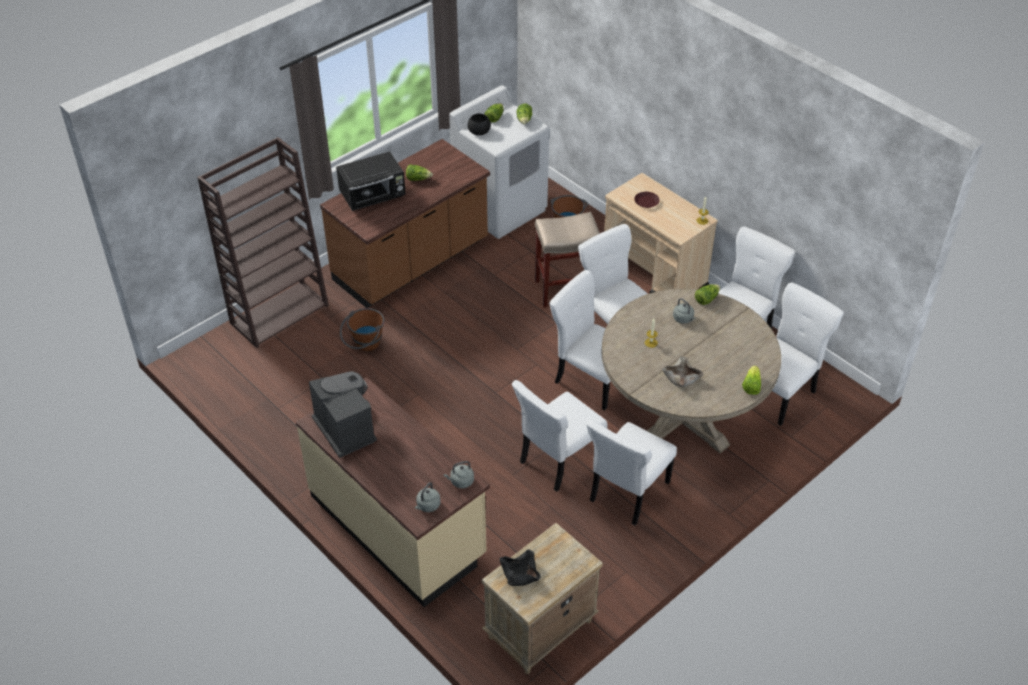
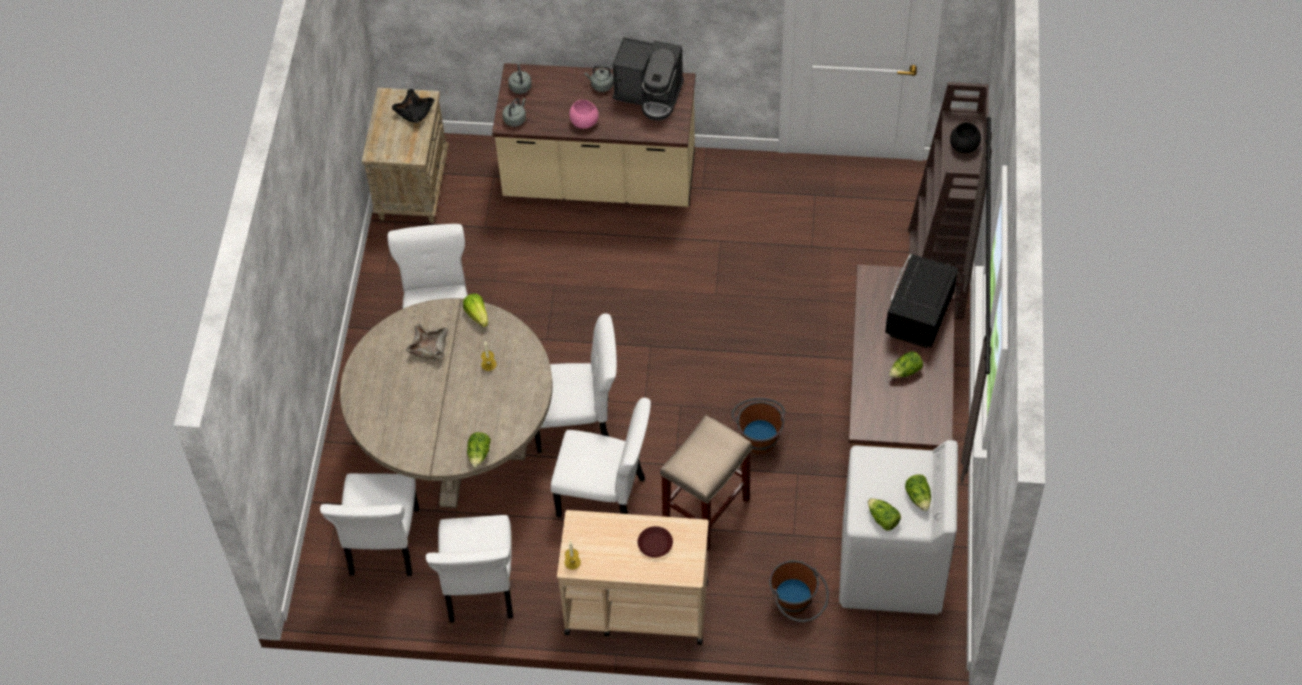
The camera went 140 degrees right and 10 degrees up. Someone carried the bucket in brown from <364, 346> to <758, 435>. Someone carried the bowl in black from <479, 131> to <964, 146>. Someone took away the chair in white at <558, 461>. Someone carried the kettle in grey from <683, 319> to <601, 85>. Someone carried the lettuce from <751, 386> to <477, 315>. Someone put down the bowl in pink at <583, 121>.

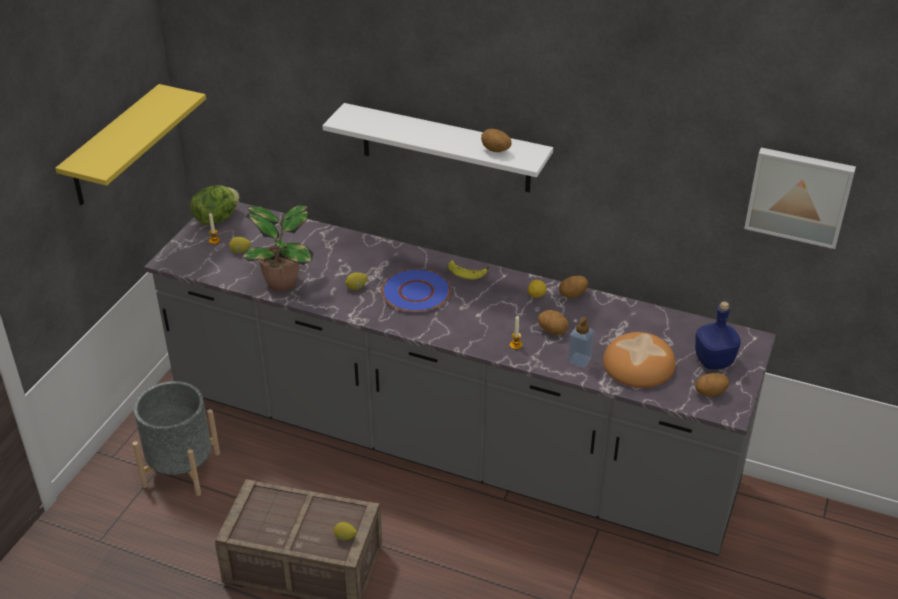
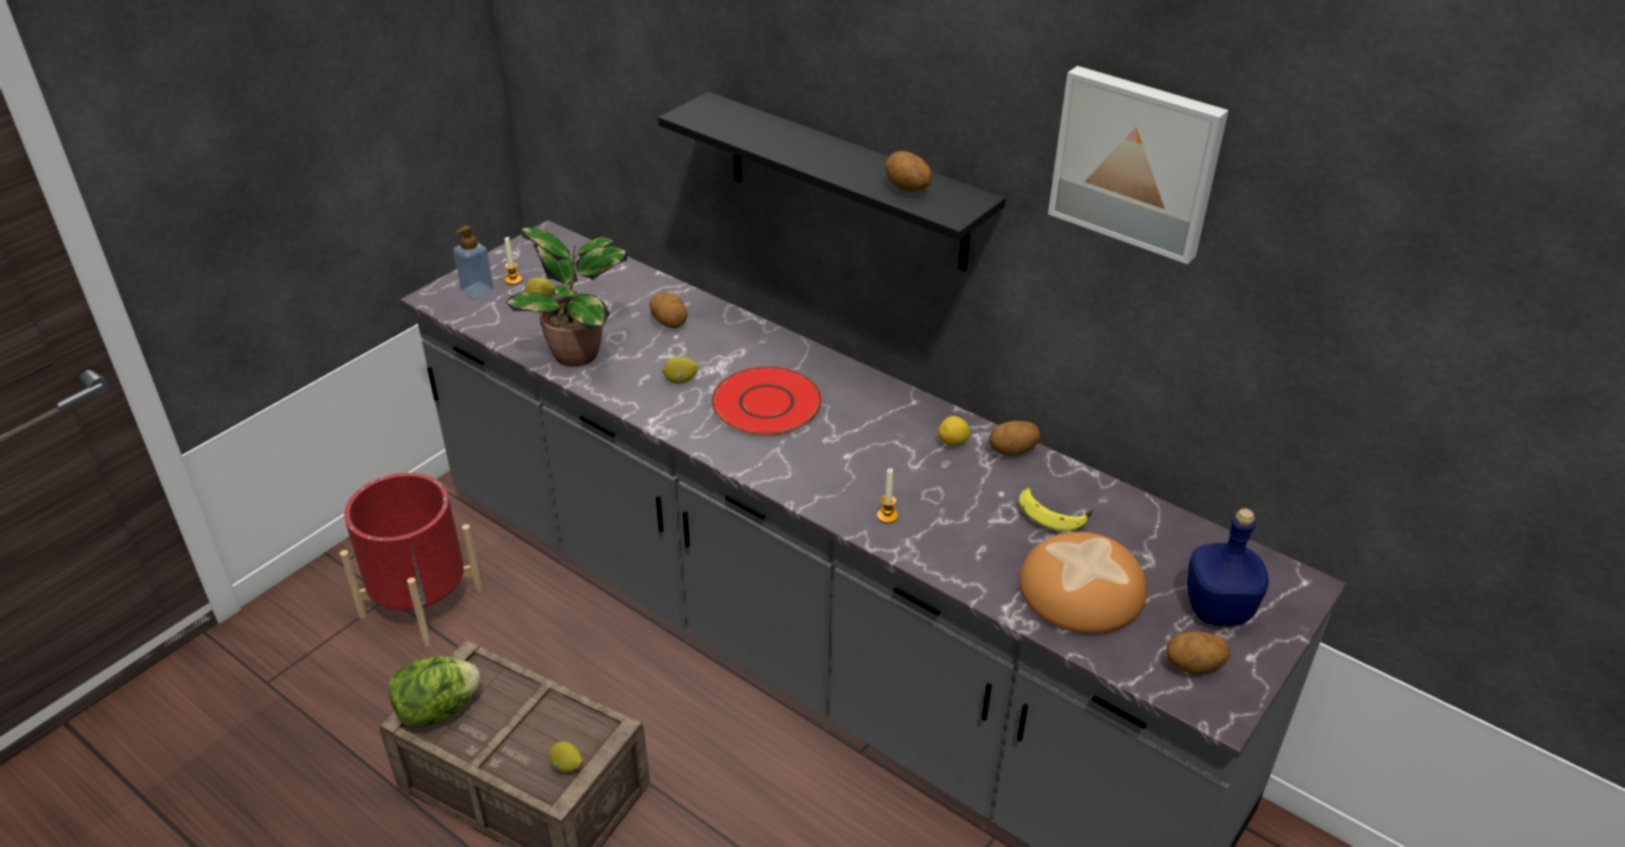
The camera went 15 degrees right and 0 degrees up. Someone took away the shelf in yellow at <114, 147>. Someone repainted the planter in grey at <181, 469>, which became the planter in red at <421, 602>. Someone carried the lettuce from <217, 219> to <437, 710>. Someone repainted the shelf in white at <445, 148>, which became the shelf in black at <846, 182>. Someone repainted the plate in blue at <416, 292>, which became the plate in red at <766, 403>. Someone carried the banana from <468, 271> to <1053, 513>. Someone carried the potato from <552, 331> to <670, 323>. Someone carried the soap dispenser from <579, 360> to <477, 290>. Someone carried the picture from <799, 195> to <1137, 161>.

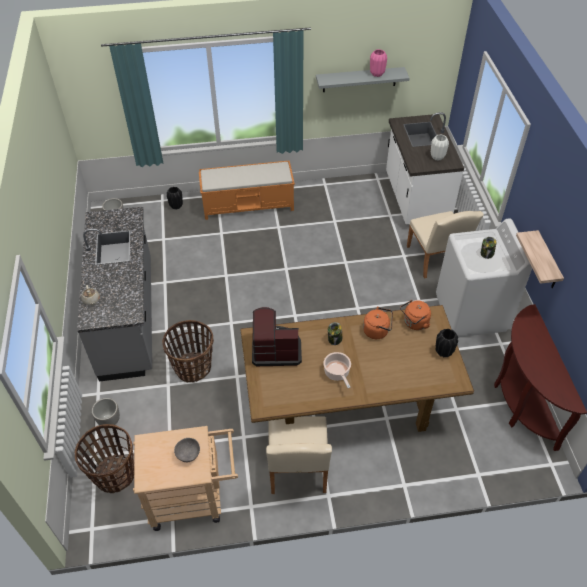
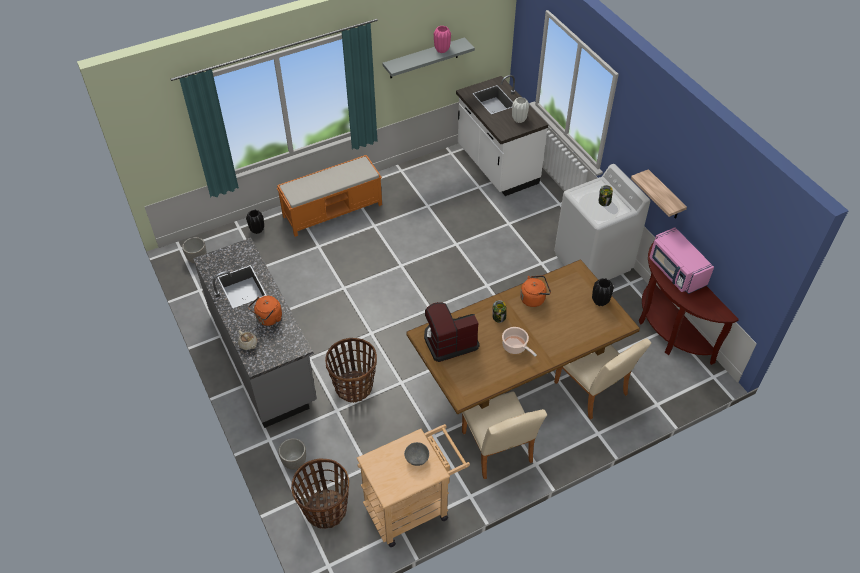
The camera went 20 degrees left and 0 degrees up. Someone carried the kettle in orange from <414, 323> to <268, 319>. Someone carried the chair in beige from <436, 260> to <594, 391>. Someone put down the microwave in pink at <676, 272>.

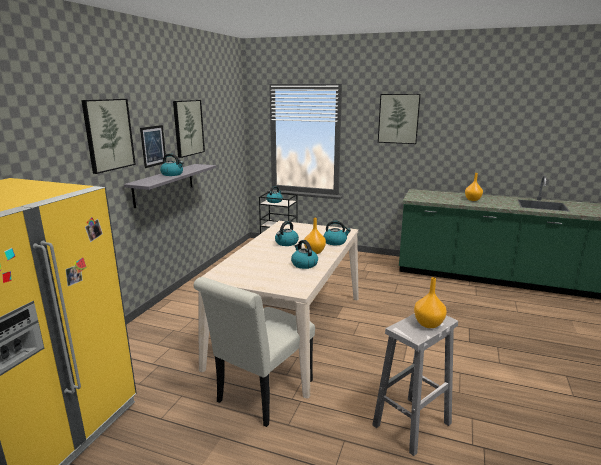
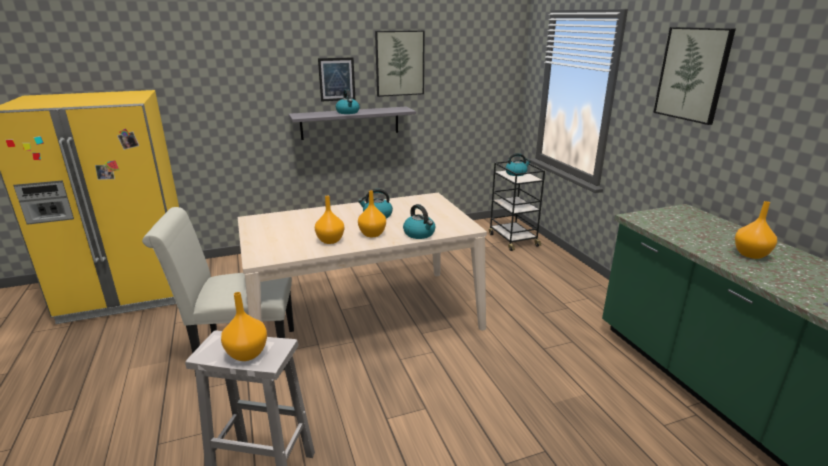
The camera went 50 degrees right and 5 degrees up. Someone took away the picture at <108, 134>. Someone swapped the kettle at <304, 264> for the vase in orange at <329, 241>.

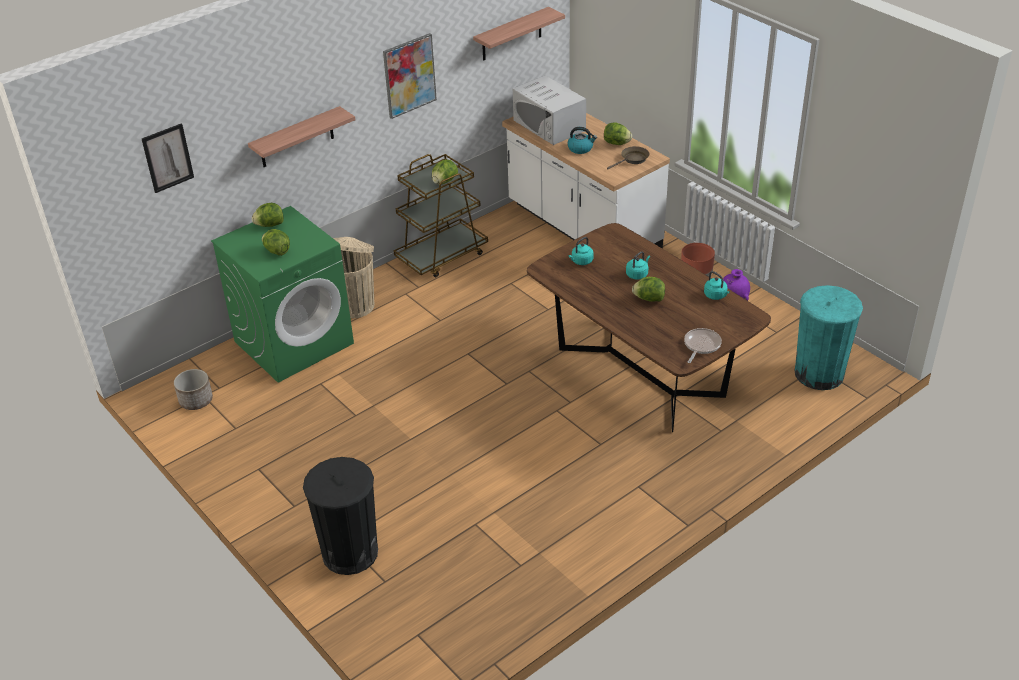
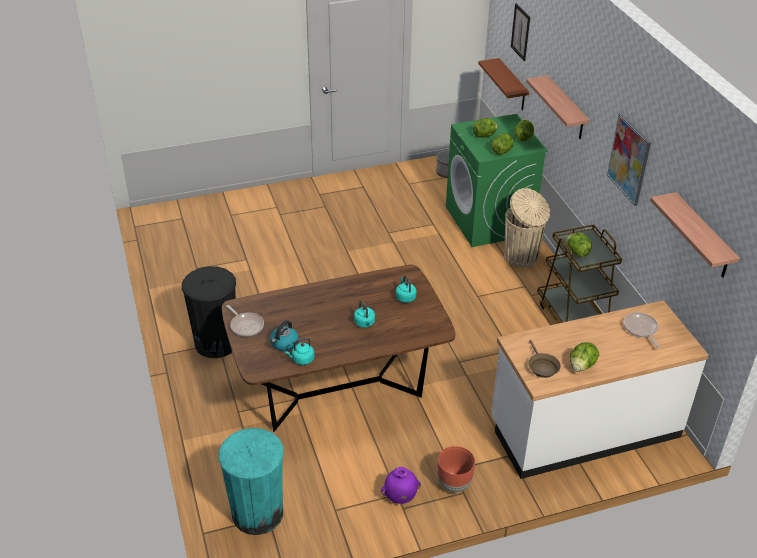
The camera went 110 degrees right and 0 degrees up. Someone carried the trash can in black from <350, 553> to <216, 343>. Someone swapped the microwave in white at <549, 125> for the frying pan at <641, 329>. Someone carried the kettle from <581, 148> to <284, 343>. Someone carried the lettuce from <649, 299> to <502, 151>. Someone put up the shelf in brown at <512, 85>.

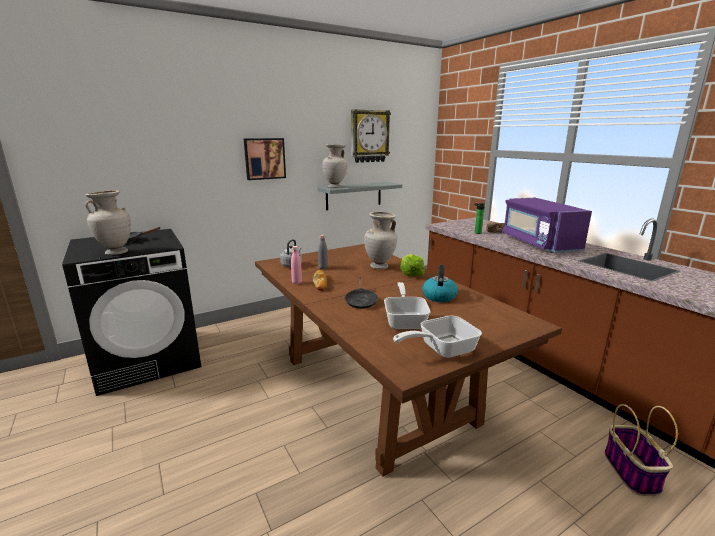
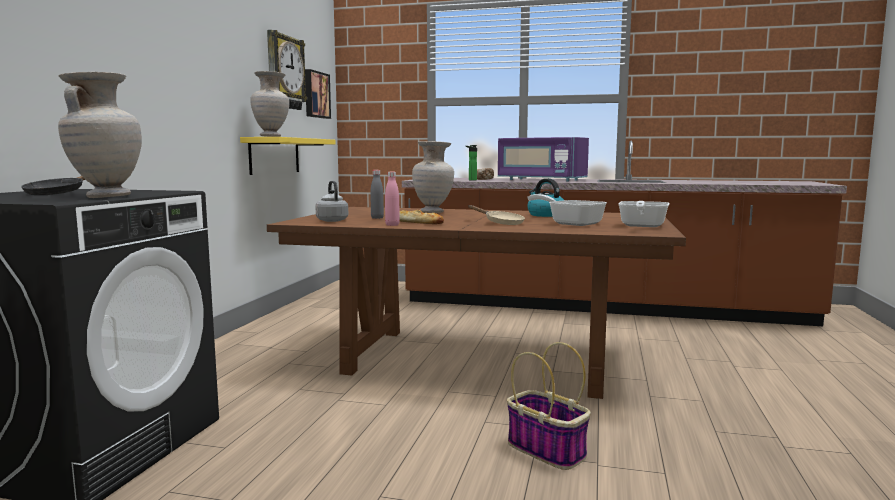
The camera went 45 degrees left and 10 degrees down. Someone carried the picture from <264, 158> to <315, 95>. Someone repainted the shelf in grey at <354, 195>, which became the shelf in yellow at <274, 156>. Someone repainted the frying pan in black at <361, 301>, which became the frying pan in beige at <500, 223>. Someone took away the lettuce at <411, 274>. Someone carried the basket from <632, 472> to <548, 450>.

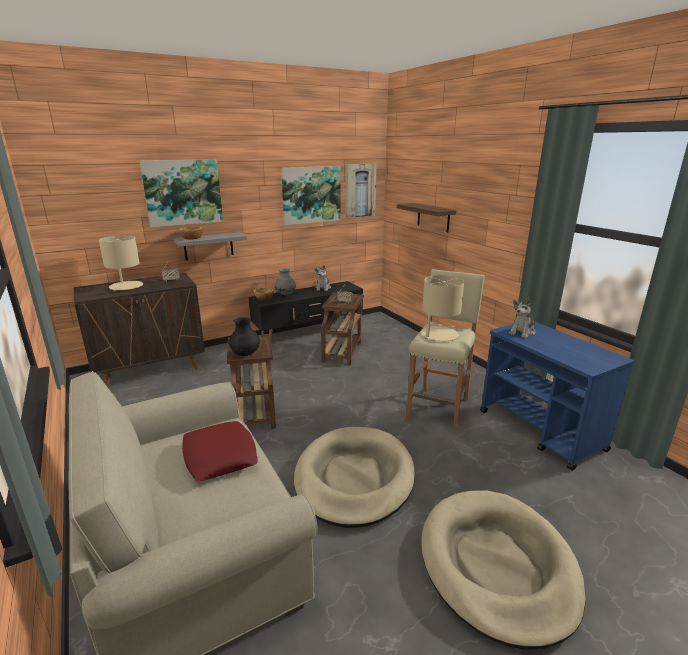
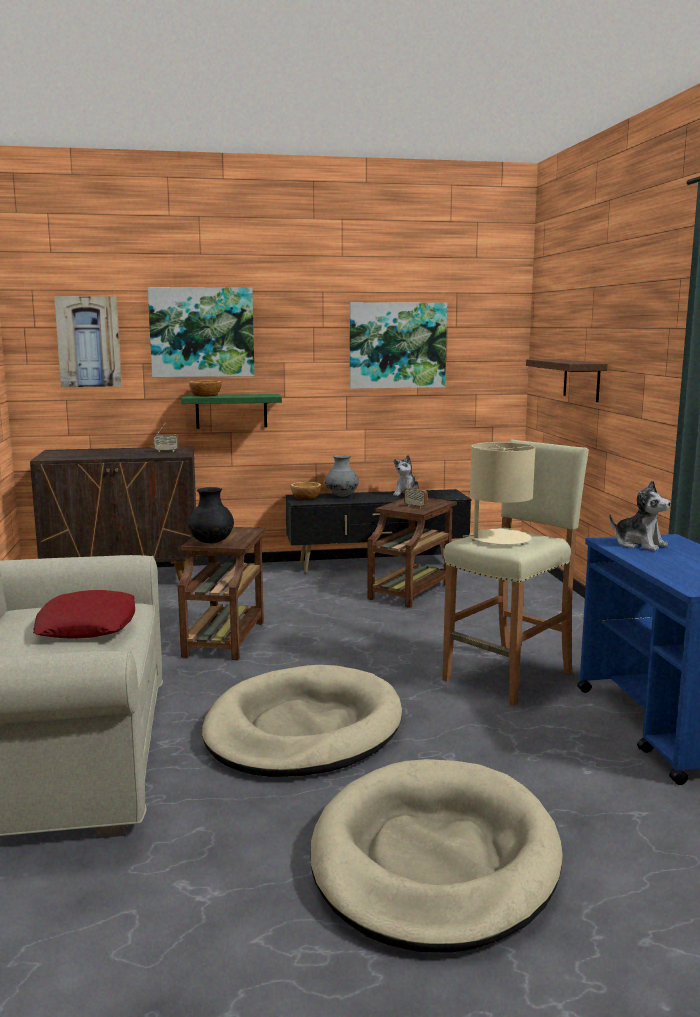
The camera went 20 degrees right and 10 degrees down. Someone took away the table lamp in beige at <126, 286>. Someone repainted the shelf in grey at <208, 246>, which became the shelf in green at <231, 411>. Someone carried the picture from <360, 190> to <89, 342>. Someone rotated the plush toy at <522, 332> by 105 degrees counterclockwise.

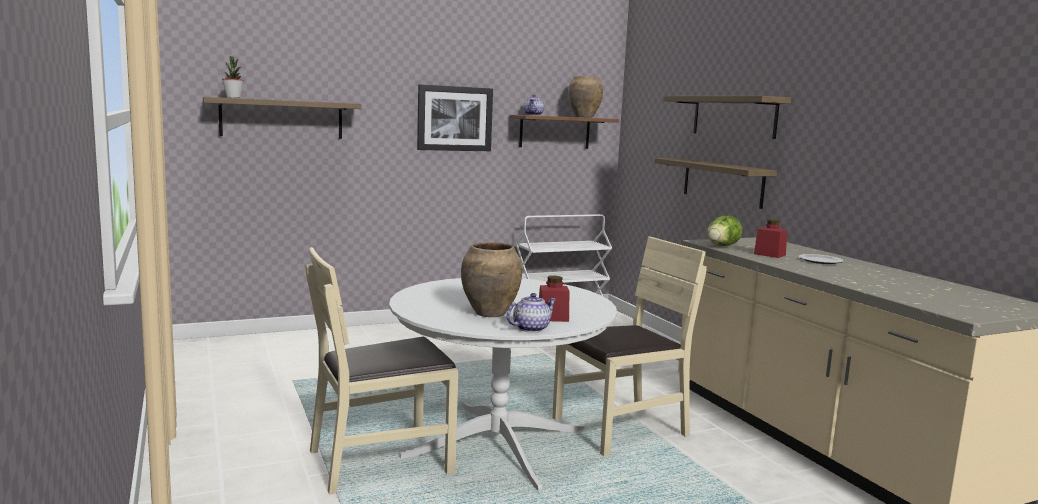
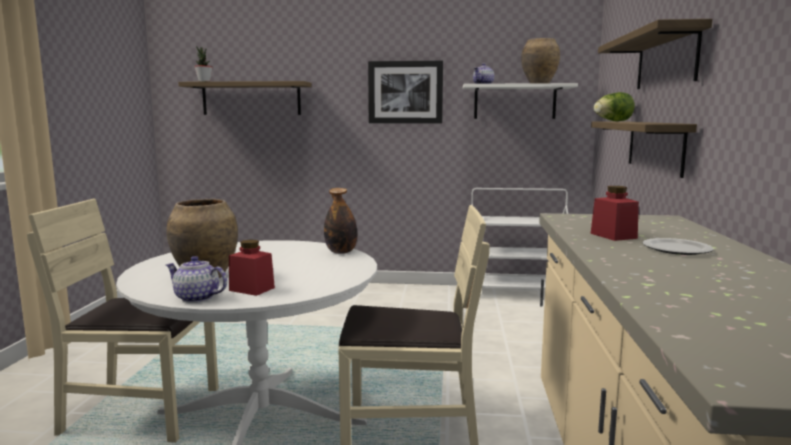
The camera went 30 degrees right and 0 degrees up. Someone rotated the teapot at <531, 328> by 150 degrees counterclockwise. Someone repainted the shelf in brown at <554, 132>, which became the shelf in white at <514, 102>. Someone carried the lettuce from <721, 246> to <612, 121>. Someone put down the bottle at <341, 252>.

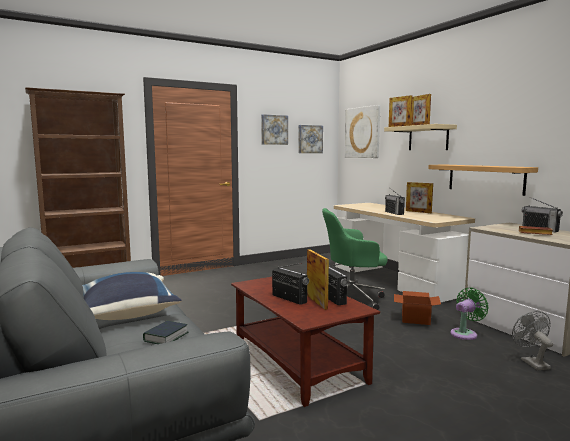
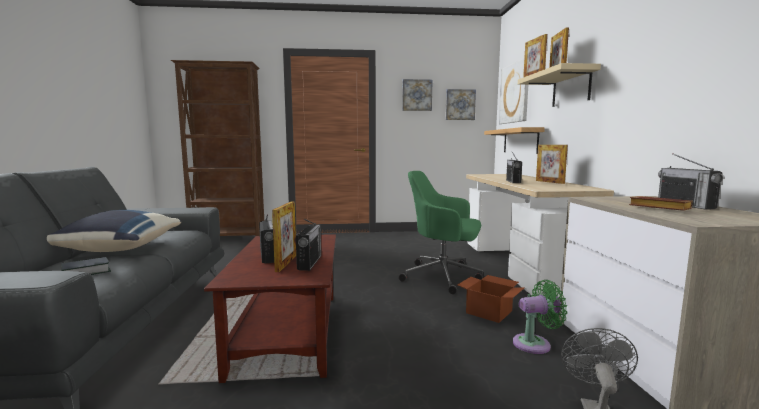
The camera went 25 degrees right and 0 degrees up. Someone carried the shelf from <485, 179> to <520, 141>.

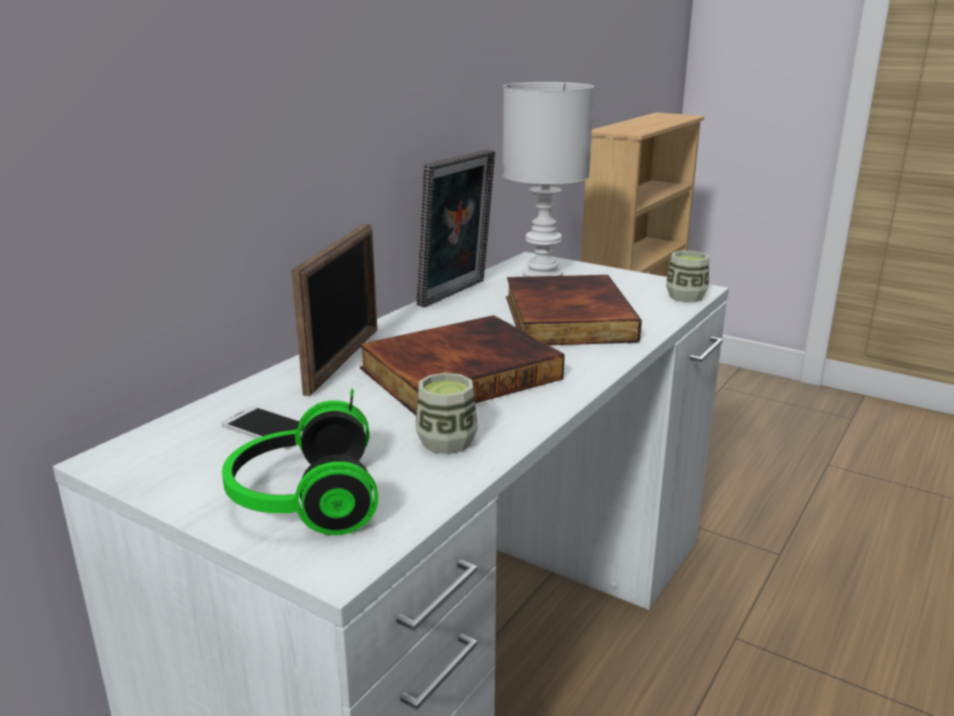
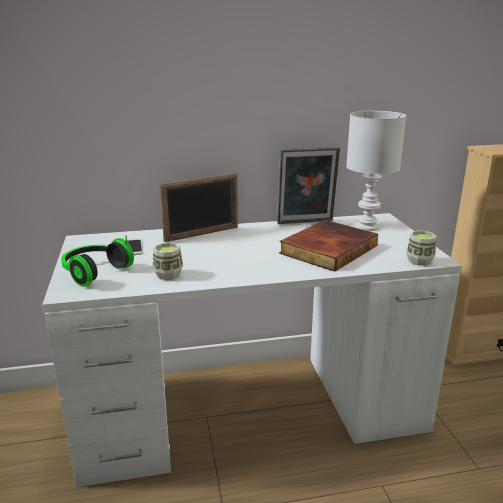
The camera went 45 degrees right and 0 degrees up. Someone took away the book at <459, 372>.

